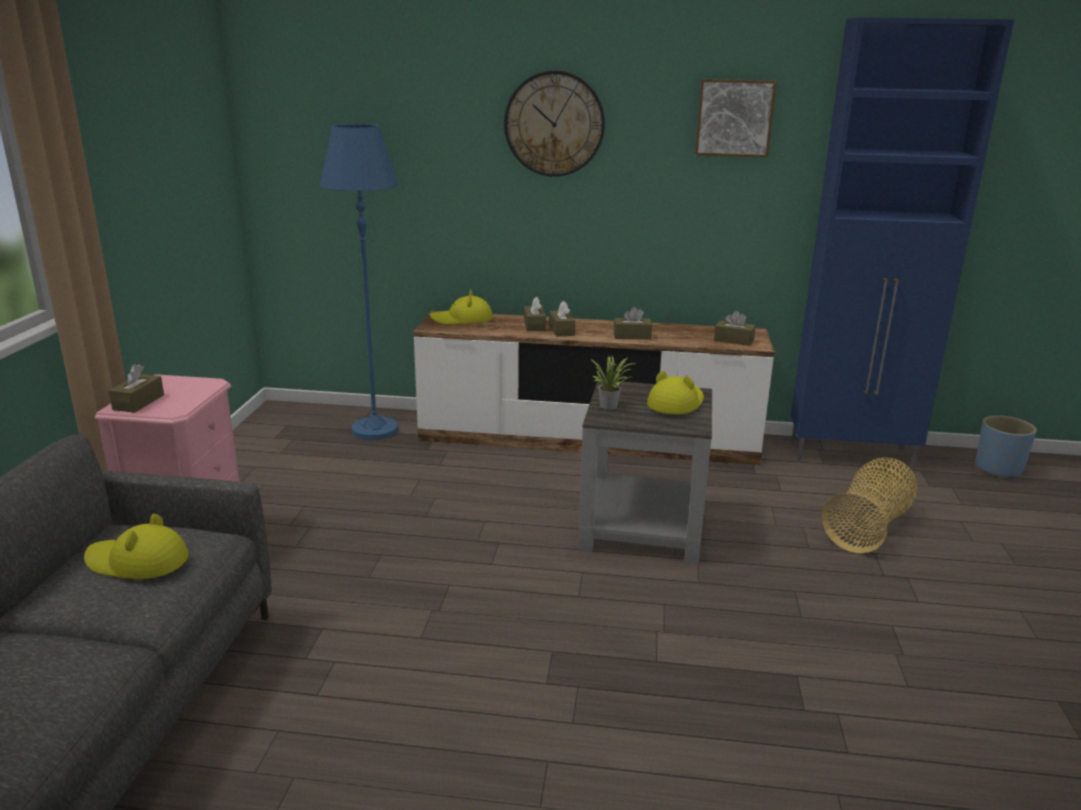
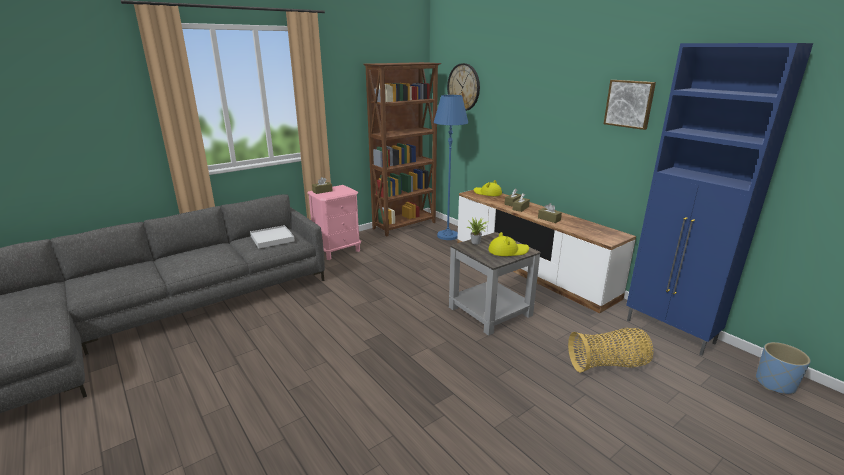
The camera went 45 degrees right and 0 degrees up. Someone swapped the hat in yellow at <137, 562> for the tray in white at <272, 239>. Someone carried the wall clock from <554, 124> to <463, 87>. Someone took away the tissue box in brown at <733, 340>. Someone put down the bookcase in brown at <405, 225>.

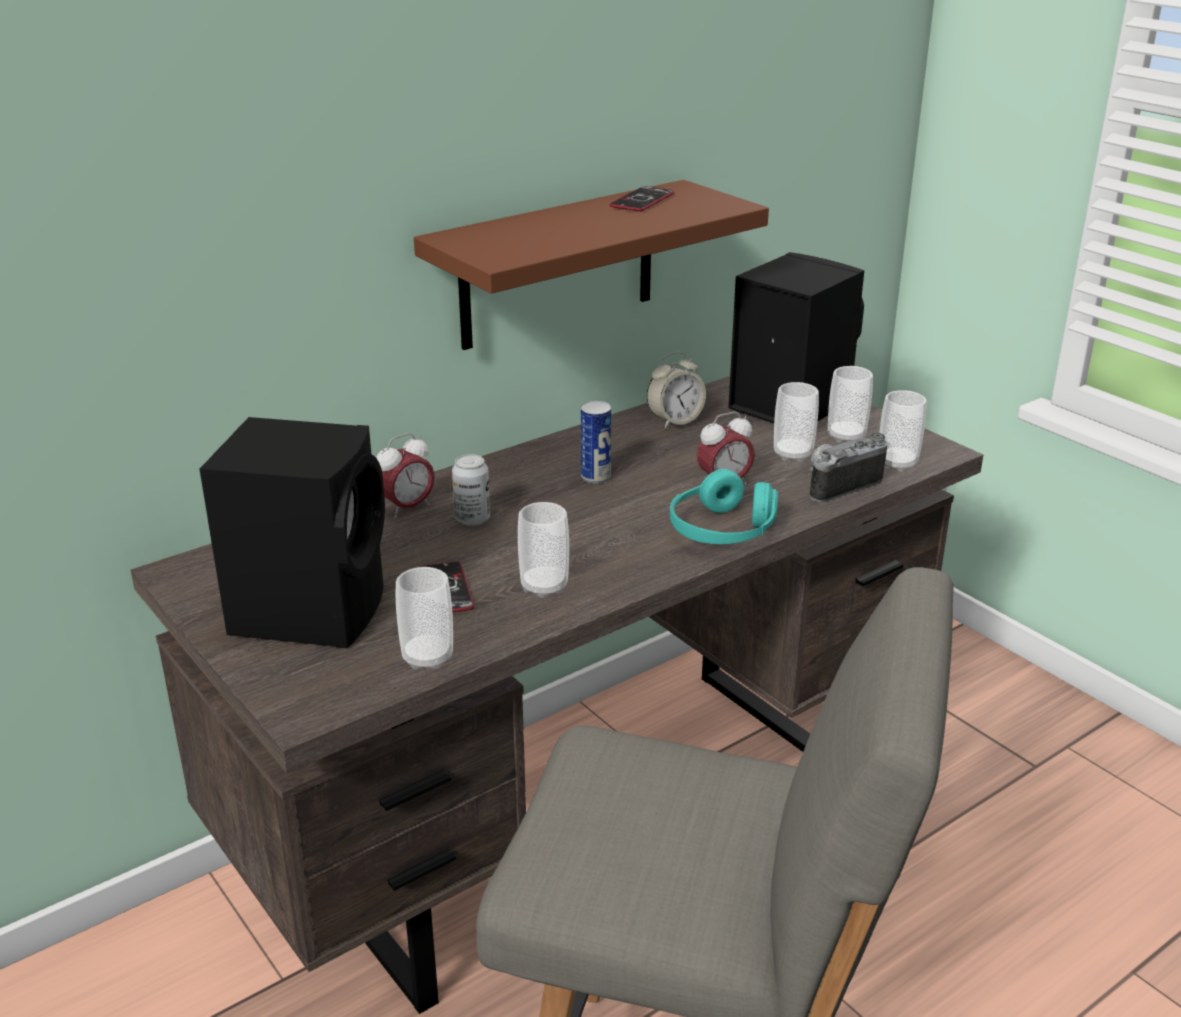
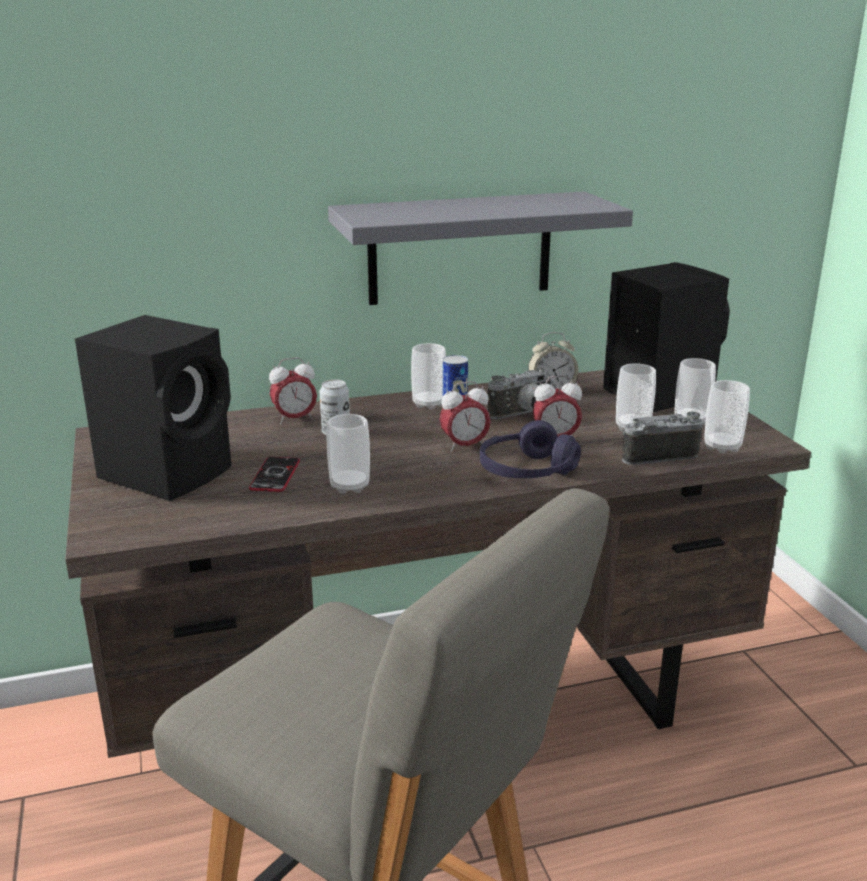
The camera went 20 degrees right and 5 degrees down. Someone carried the cup from <427, 658> to <428, 404>. Someone repainted the shelf in brown at <558, 265>, which became the shelf in grey at <460, 248>. Someone took away the phone at <642, 200>. Someone repainted the headphones in turquoise at <722, 530>, which became the headphones in purple at <527, 471>. Someone put down the alarm clock at <464, 446>. Someone put down the photo camera at <524, 414>.

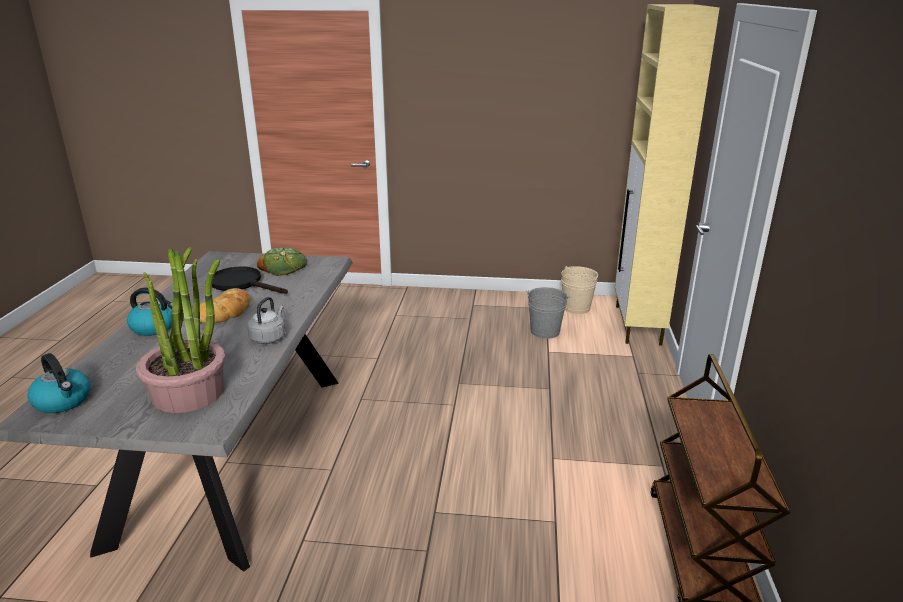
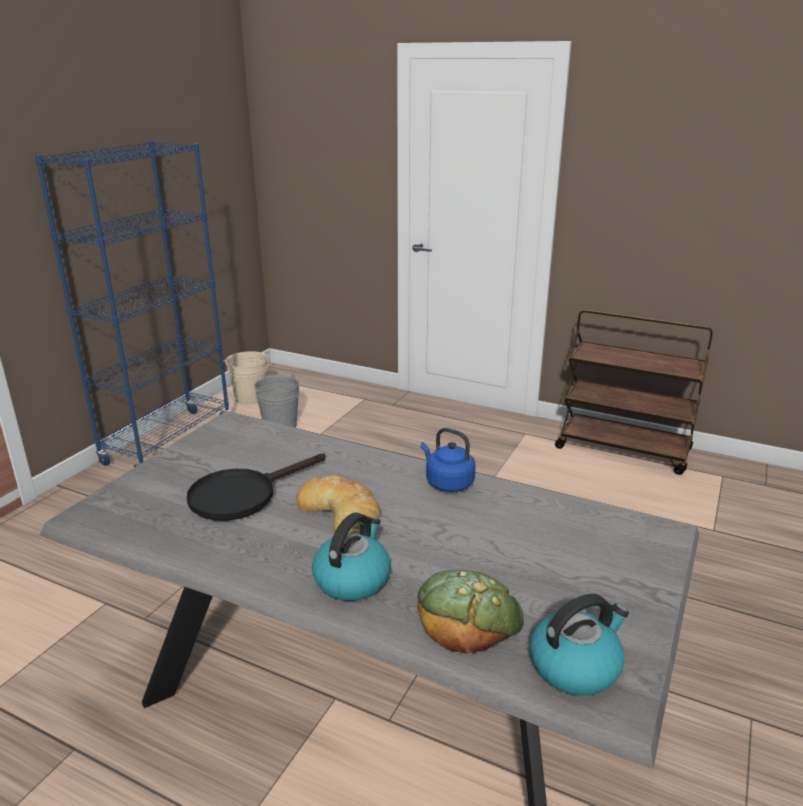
The camera went 70 degrees left and 0 degrees up. Someone took away the potted plant at <189, 393>. Someone repainted the kettle in grey at <269, 338>, which became the kettle in blue at <447, 483>. Someone carried the bread from <283, 266> to <467, 614>. Someone took away the cabinet in beige at <637, 325>. Someone put down the bookcase in blue at <168, 442>.

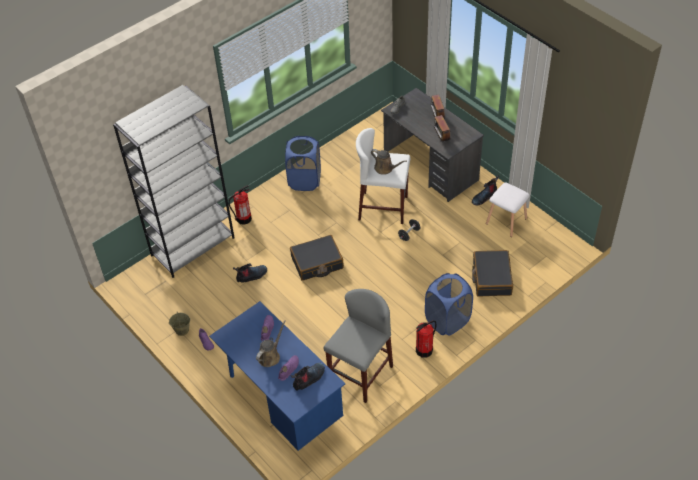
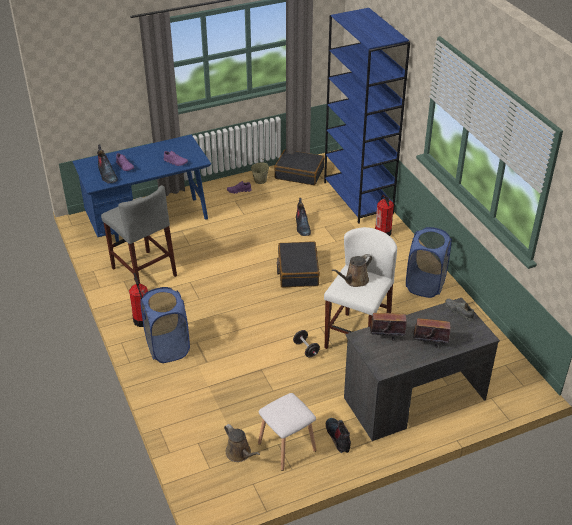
The camera went 105 degrees right and 10 degrees down. Someone repainted the bookcase in grey at <193, 246>, which became the bookcase in blue at <358, 198>. Someone carried the watering can in brown from <270, 356> to <240, 453>. Someone carried the suitcase in black from <491, 278> to <299, 173>.

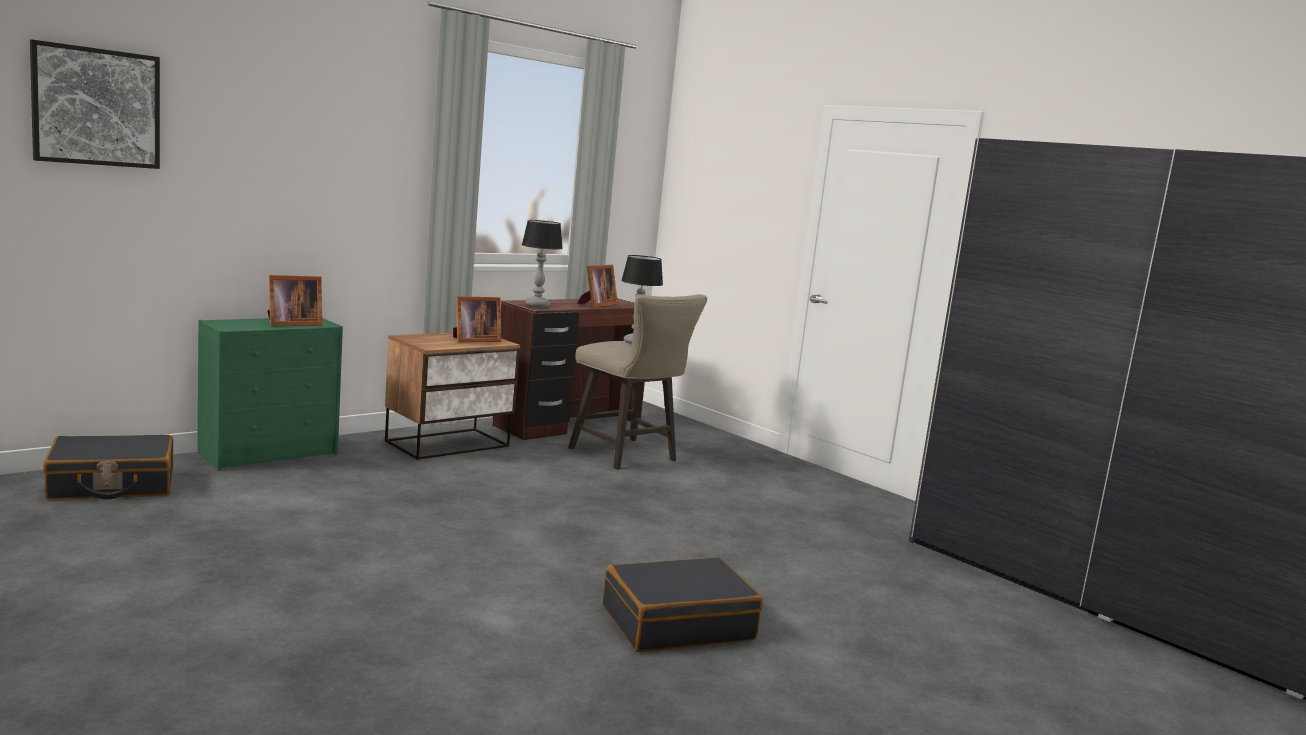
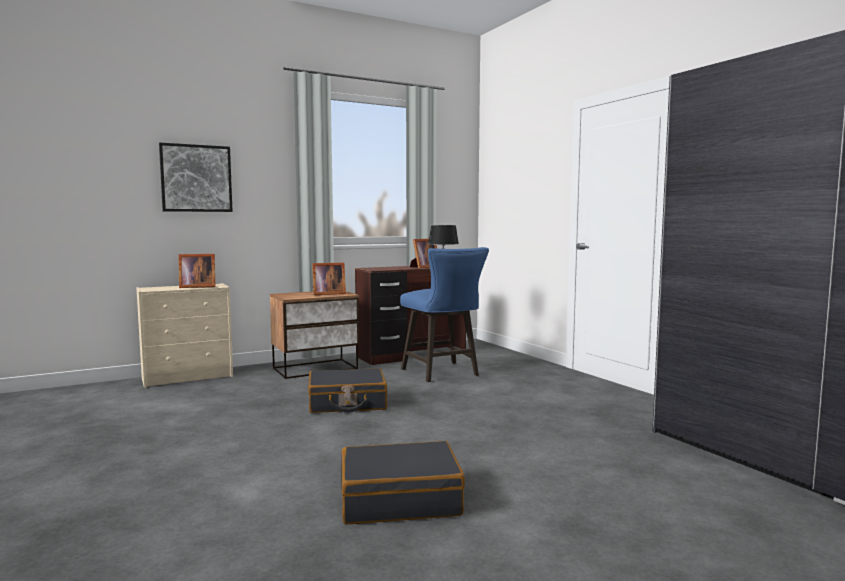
The camera went 15 degrees right and 5 degrees down. Someone carried the picture from <96, 107> to <196, 178>. Someone carried the suitcase in black from <112, 484> to <347, 403>. Someone repainted the dresser in green at <270, 453>, which became the dresser in beige at <189, 377>. Someone took away the table lamp at <537, 305>. Someone repainted the stool in beige at <628, 456>, which became the stool in blue at <443, 373>.

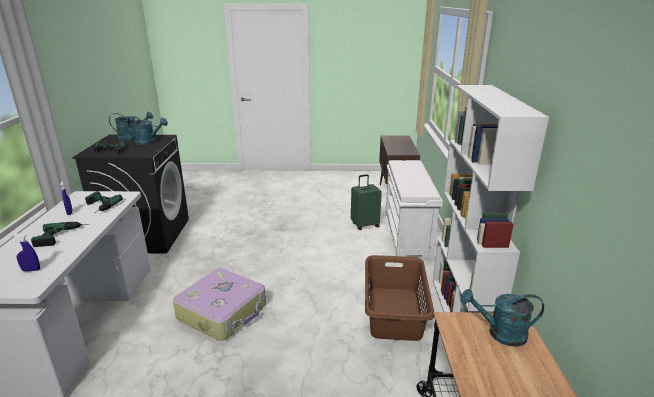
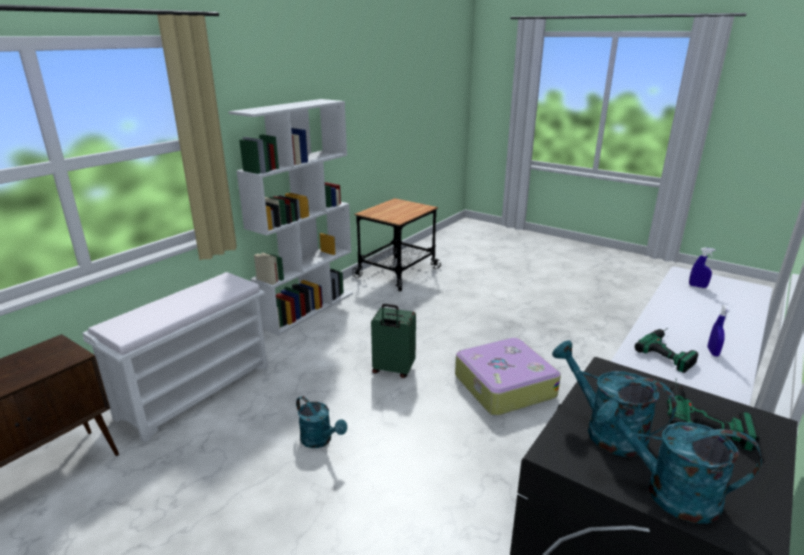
The camera went 145 degrees left and 0 degrees up. Someone took away the power drill at <63, 236>. Someone carried the suitcase in green from <365, 225> to <393, 370>. Someone took away the laundry basket in brown at <393, 313>. Someone carried the watering can in turquoise from <500, 333> to <320, 440>.

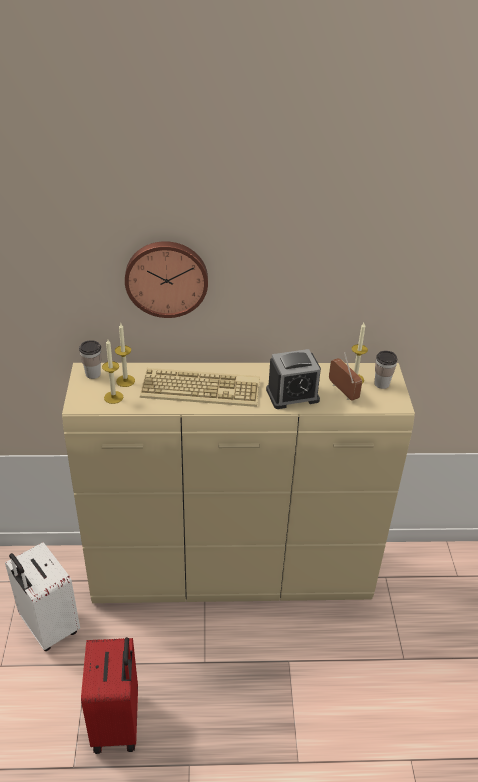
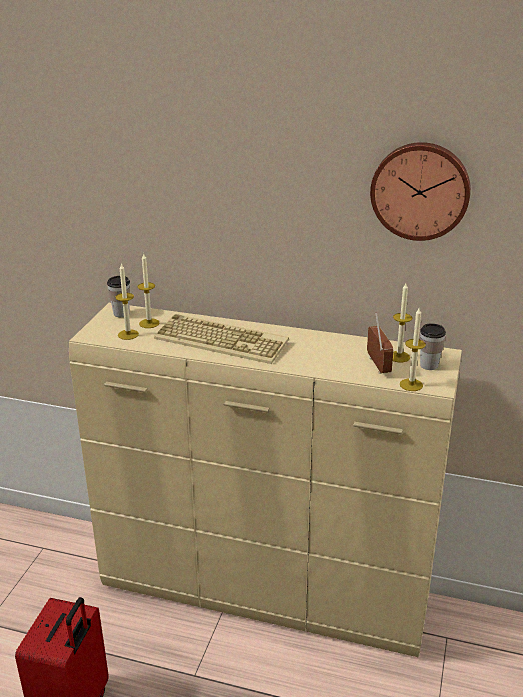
The camera went 20 degrees right and 10 degrees down. Someone took away the suitcase in white at <48, 627>. Someone carried the wall clock from <166, 278> to <420, 190>. Someone took away the alarm clock at <292, 395>. Someone put down the candle at <411, 385>.

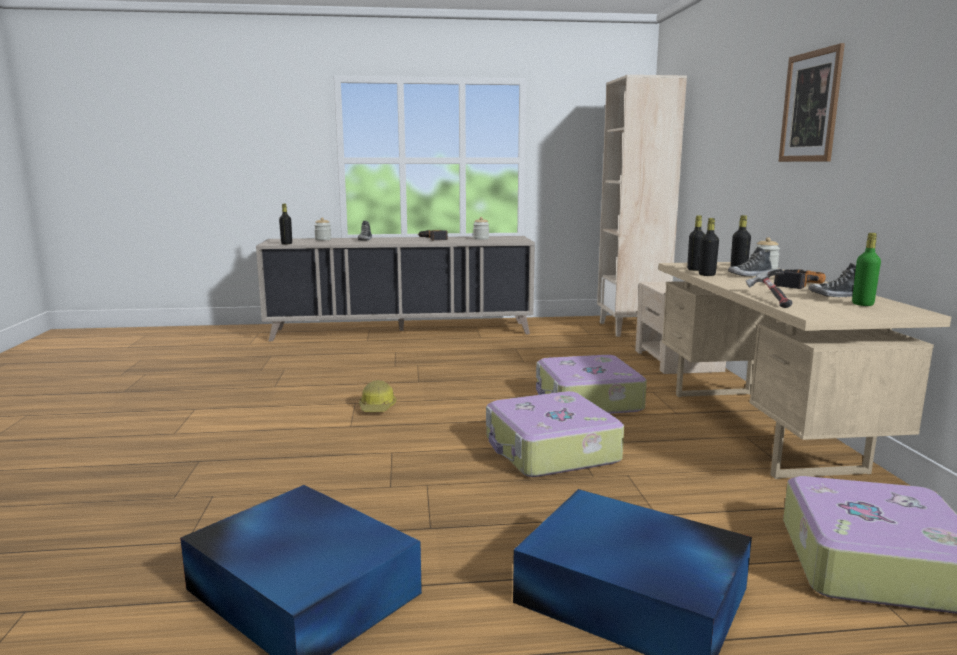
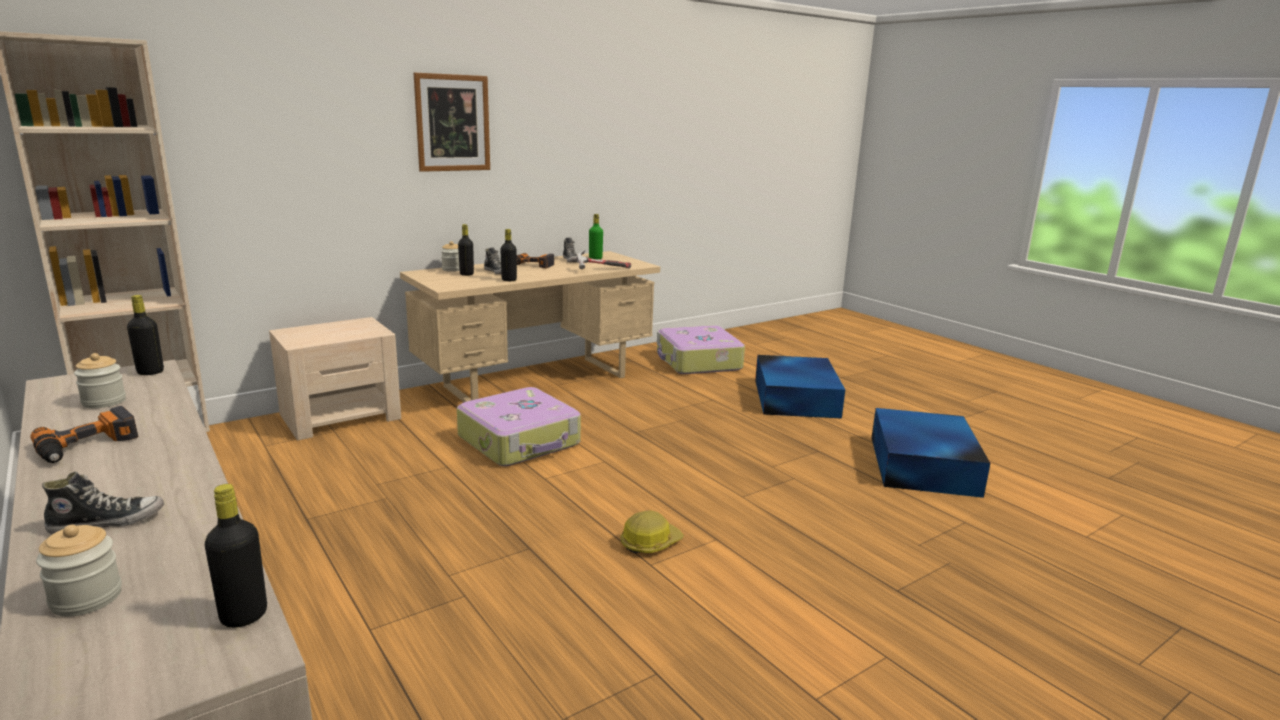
The camera went 120 degrees left and 5 degrees up. Someone took away the suitcase at <550, 450>. Someone carried the bottle in black from <694, 269> to <150, 372>.

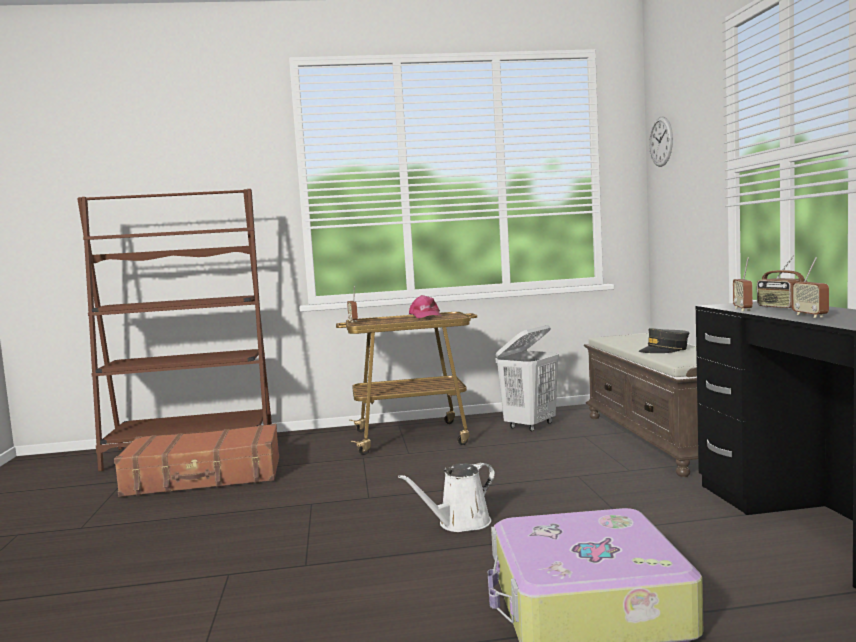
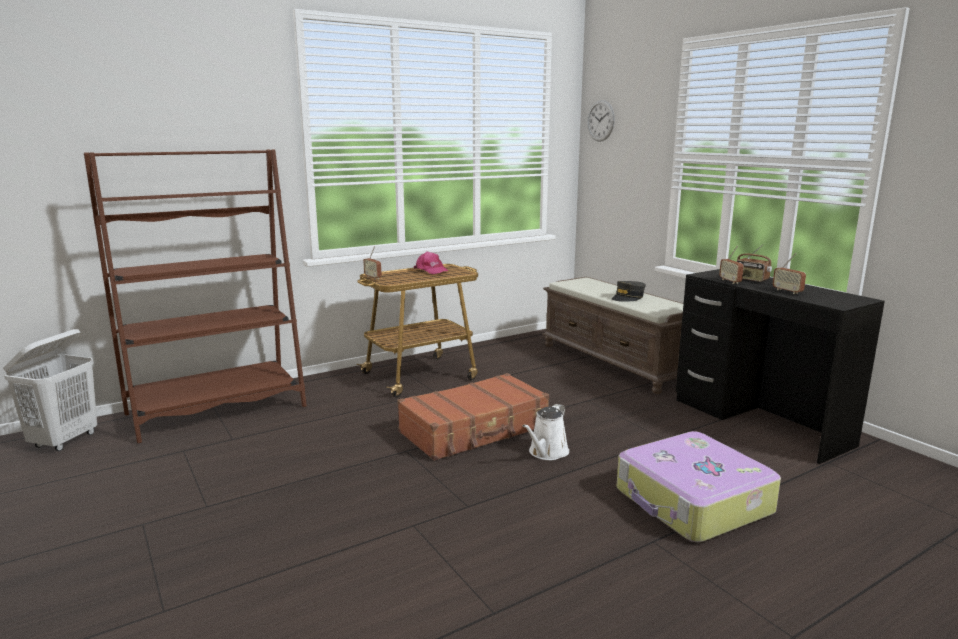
The camera went 25 degrees left and 10 degrees up. Someone carried the suitcase in brown from <204, 477> to <475, 430>. Someone carried the laundry basket in white from <530, 426> to <65, 441>.

